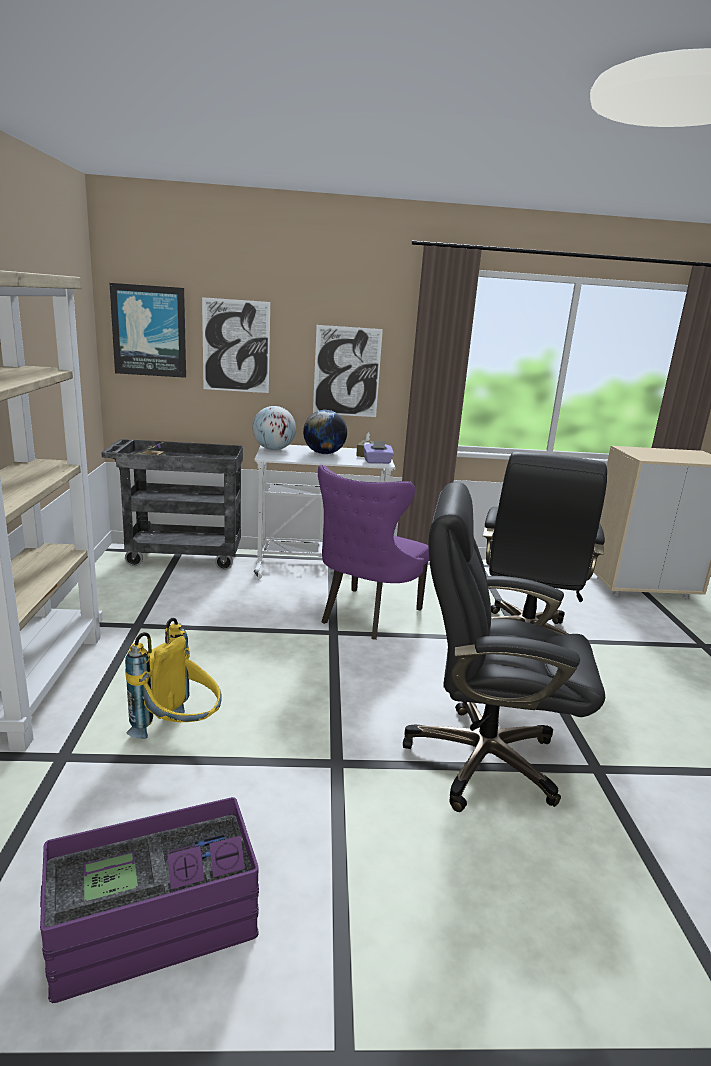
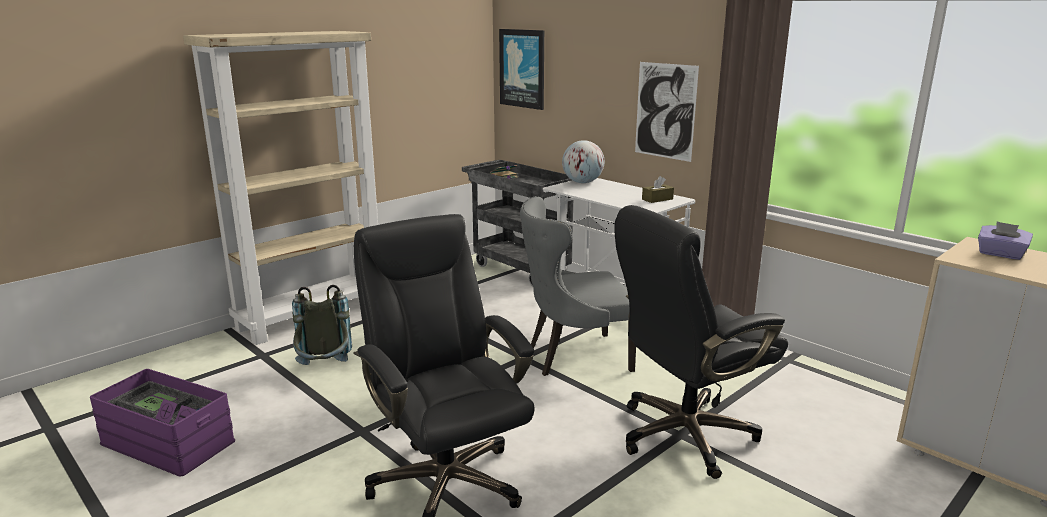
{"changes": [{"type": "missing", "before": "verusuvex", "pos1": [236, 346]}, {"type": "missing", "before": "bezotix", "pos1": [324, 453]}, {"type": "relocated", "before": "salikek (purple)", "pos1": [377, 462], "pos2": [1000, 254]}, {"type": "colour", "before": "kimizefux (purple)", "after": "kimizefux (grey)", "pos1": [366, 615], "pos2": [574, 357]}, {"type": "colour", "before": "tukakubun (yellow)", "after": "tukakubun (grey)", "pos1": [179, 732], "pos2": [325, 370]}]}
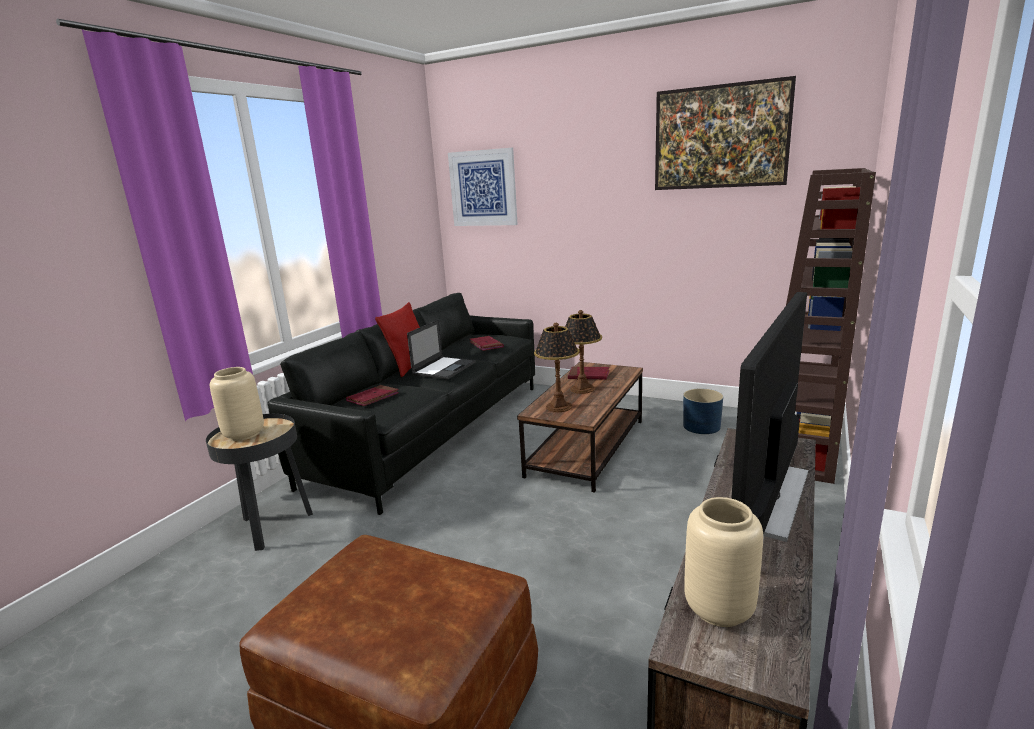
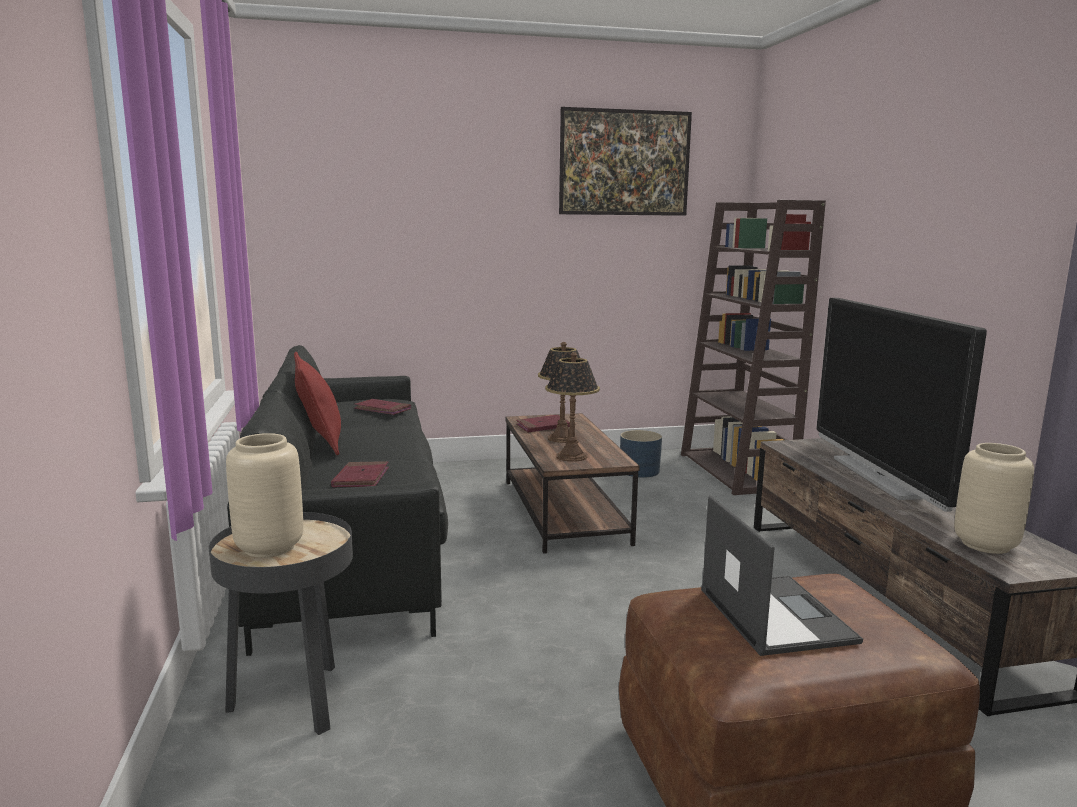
{"changes": [{"type": "missing", "before": "verusuvex", "pos1": [483, 188]}, {"type": "relocated", "before": "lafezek", "pos1": [444, 368], "pos2": [774, 614]}]}
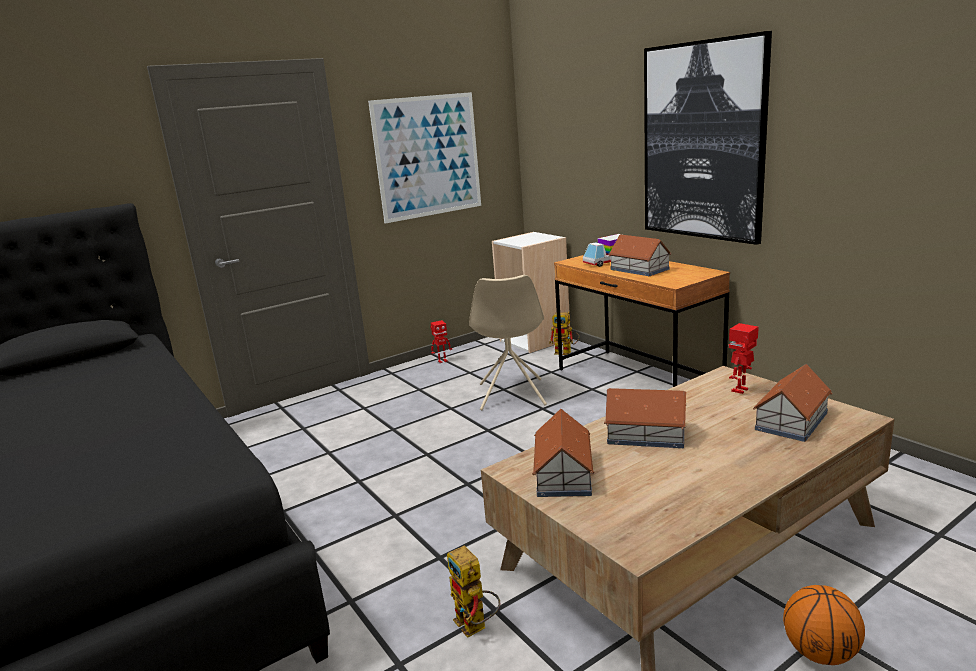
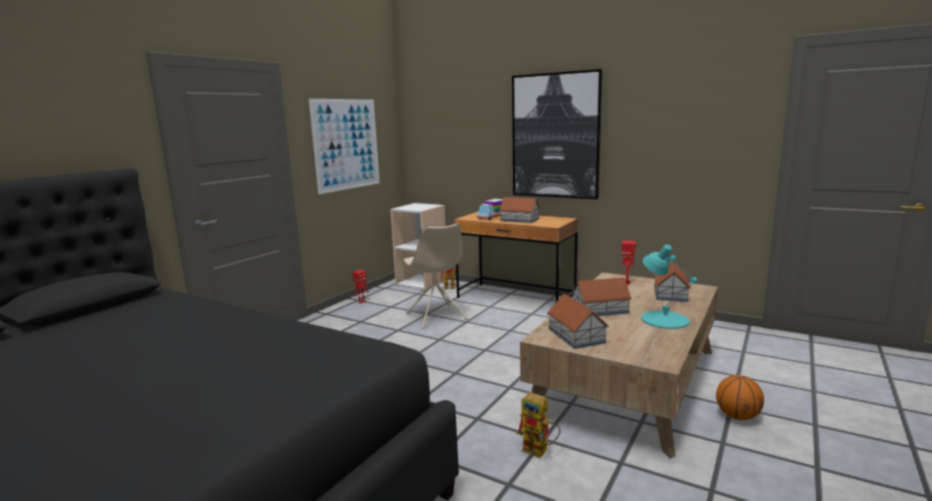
{"changes": [{"type": "appeared", "after": "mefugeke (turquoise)", "pos2": [664, 319]}]}
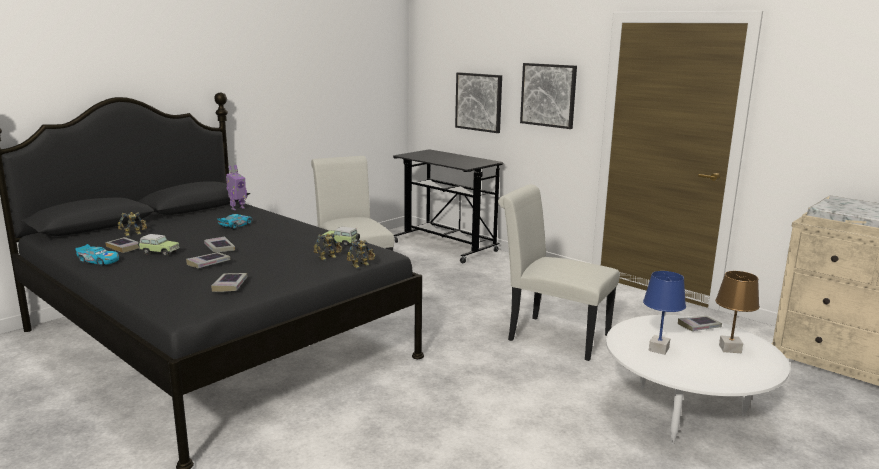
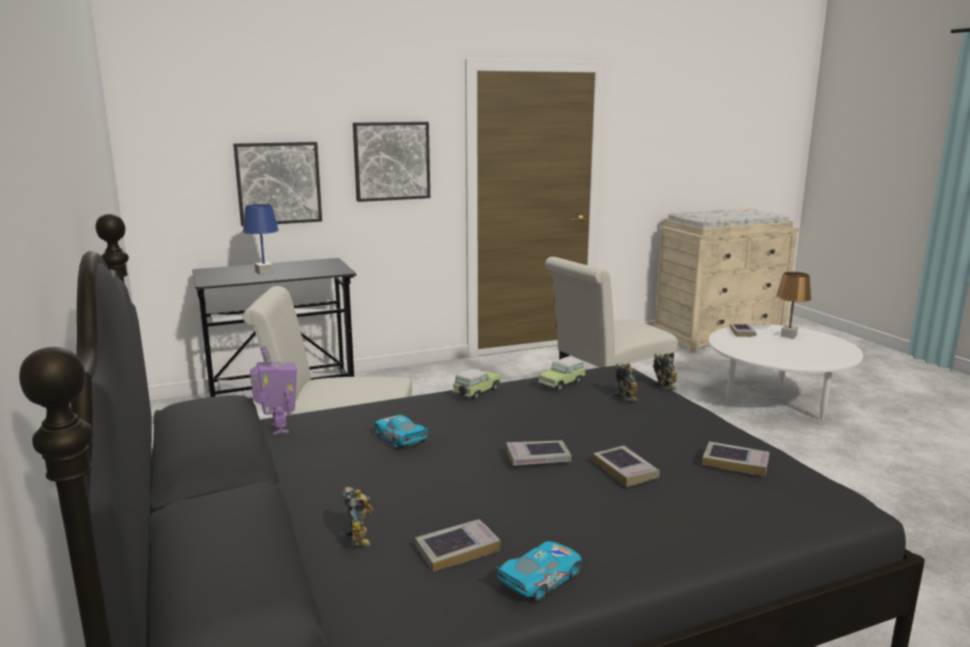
{"changes": [{"type": "relocated", "before": "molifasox", "pos1": [158, 252], "pos2": [476, 393]}, {"type": "relocated", "before": "mefugeke (blue)", "pos1": [658, 349], "pos2": [264, 272]}]}
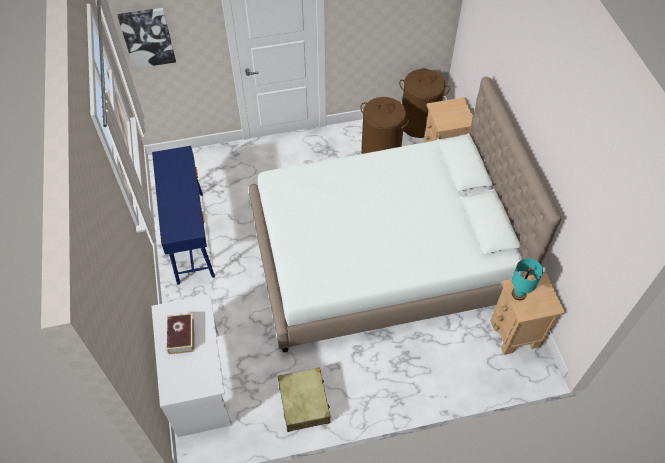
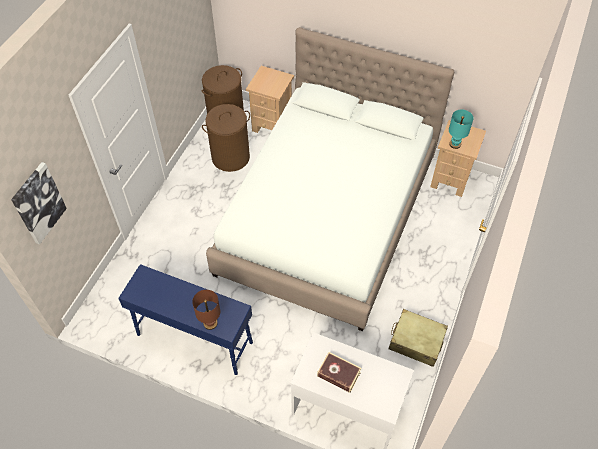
{"changes": [{"type": "appeared", "after": "mefugeke (brown)", "pos2": [210, 323]}]}
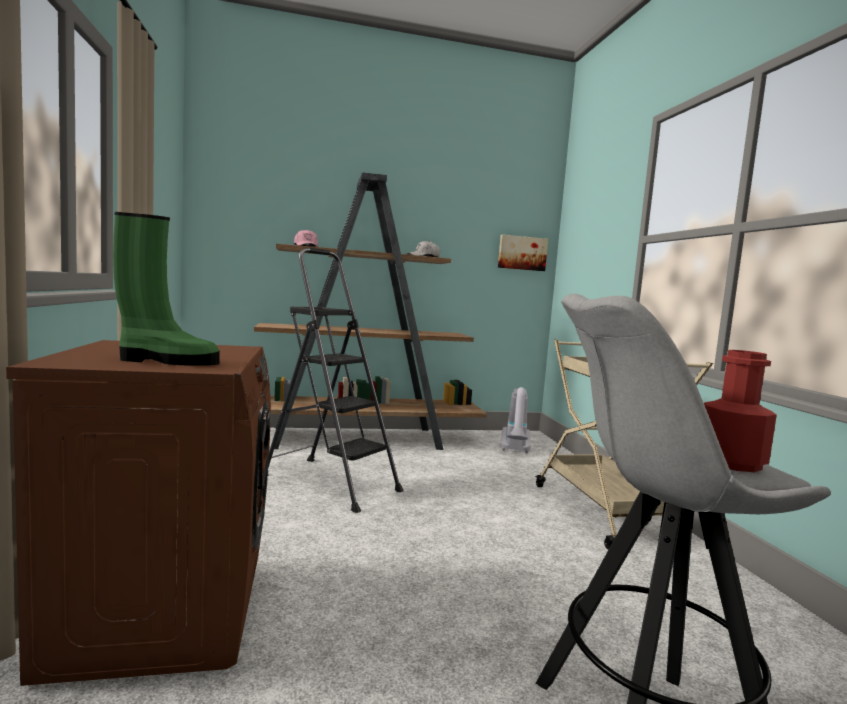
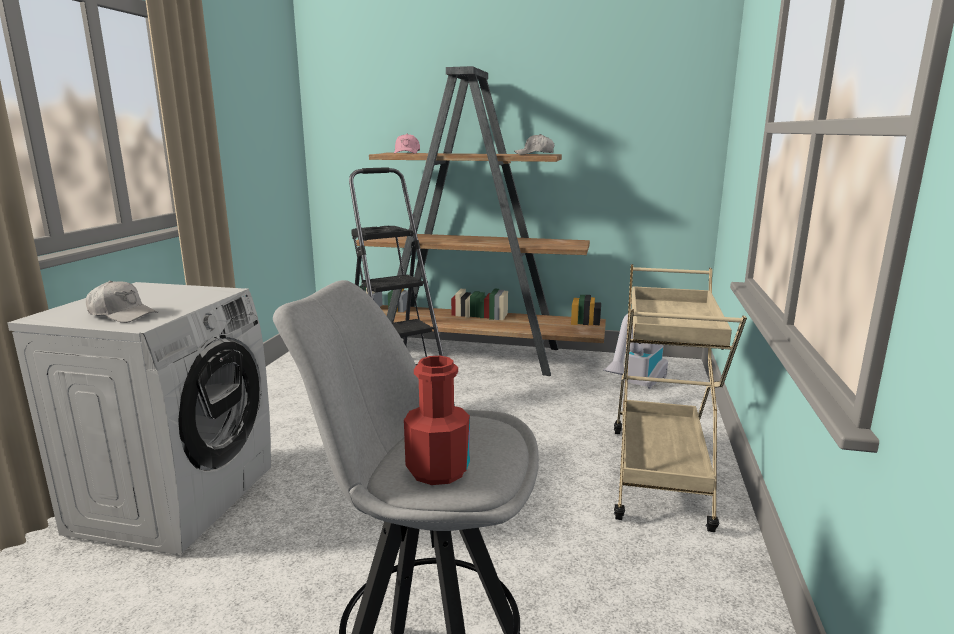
{"changes": [{"type": "exchanged", "before": "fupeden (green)", "after": "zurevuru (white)", "pos1": [166, 361], "pos2": [122, 314]}, {"type": "missing", "before": "verusuvex", "pos1": [522, 253]}, {"type": "colour", "before": "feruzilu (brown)", "after": "feruzilu (white)", "pos1": [164, 612], "pos2": [176, 502]}]}
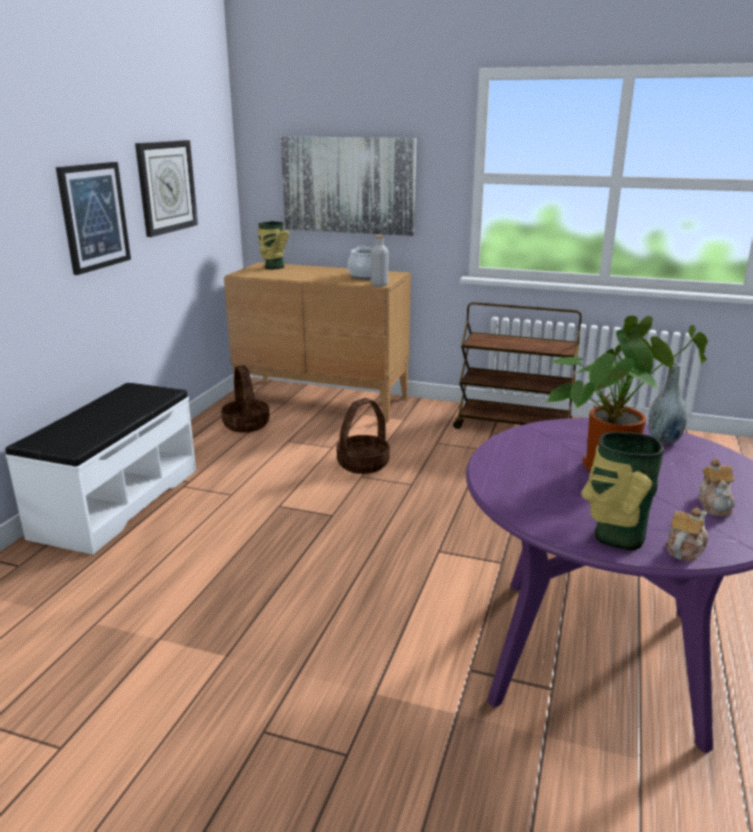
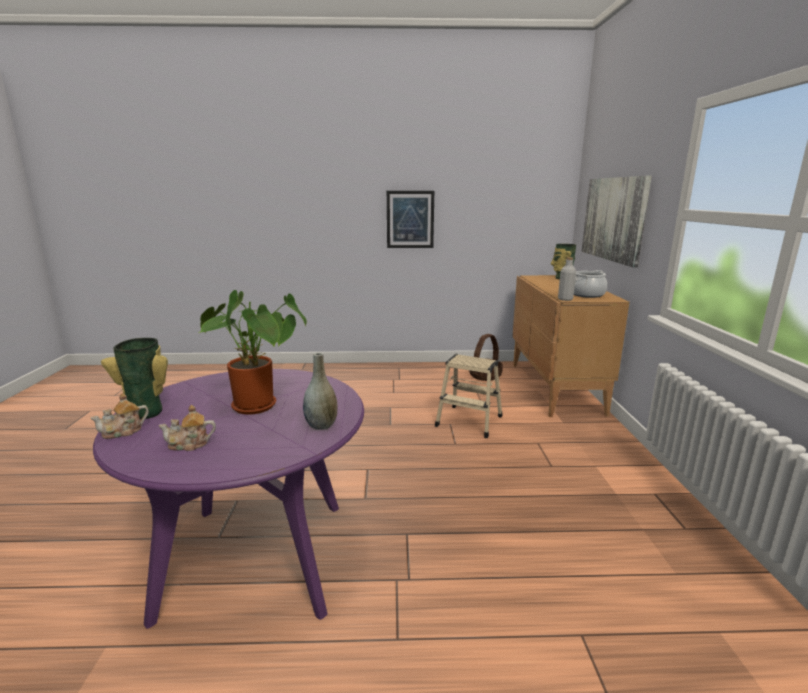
{"changes": [{"type": "missing", "before": "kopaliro", "pos1": [166, 187]}, {"type": "missing", "before": "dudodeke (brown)", "pos1": [513, 426]}, {"type": "missing", "before": "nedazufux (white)", "pos1": [117, 502]}, {"type": "exchanged", "before": "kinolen", "after": "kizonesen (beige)", "pos1": [363, 463], "pos2": [469, 420]}, {"type": "spun", "before": "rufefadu", "pos1": [684, 549], "pos2": [123, 431], "turn": 120}]}
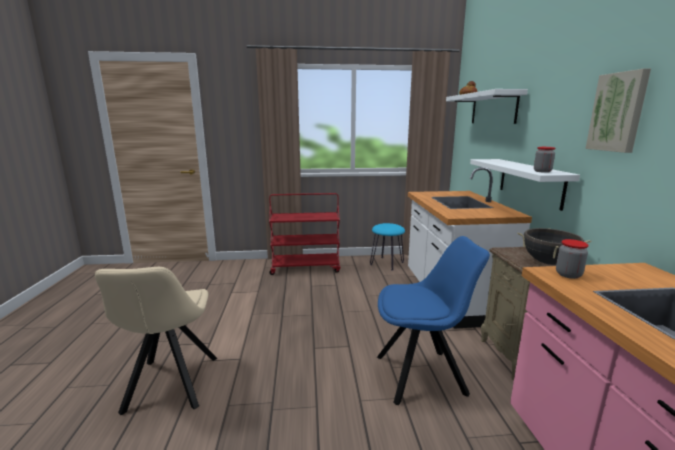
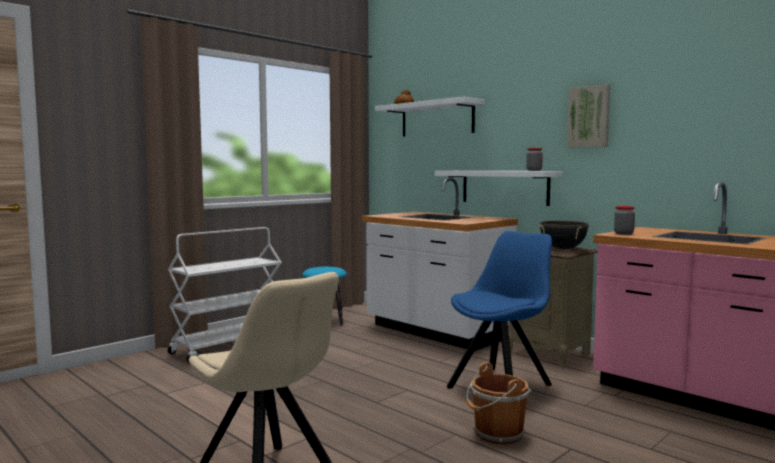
{"changes": [{"type": "colour", "before": "dudodeke (red)", "after": "dudodeke (white)", "pos1": [306, 268], "pos2": [228, 346]}, {"type": "appeared", "after": "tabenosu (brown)", "pos2": [496, 434]}]}
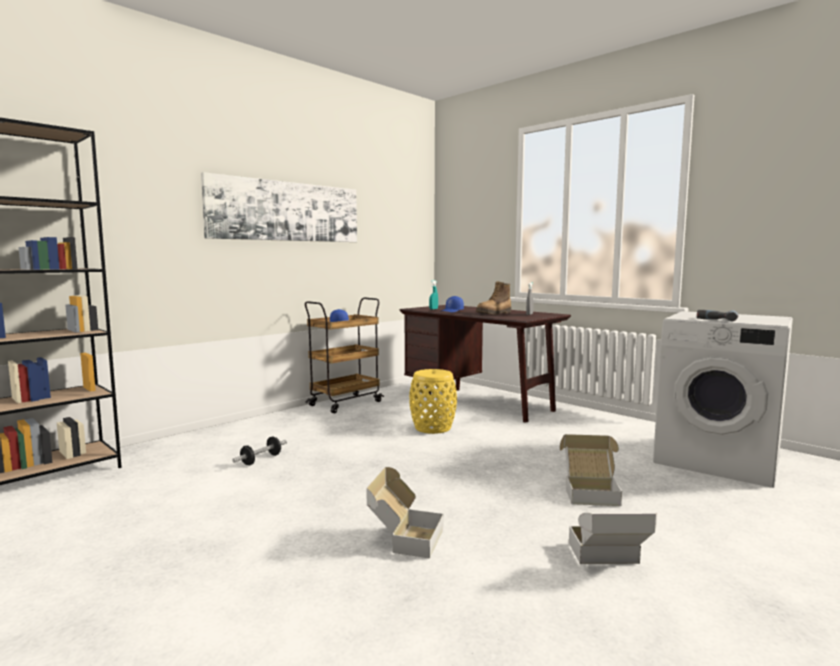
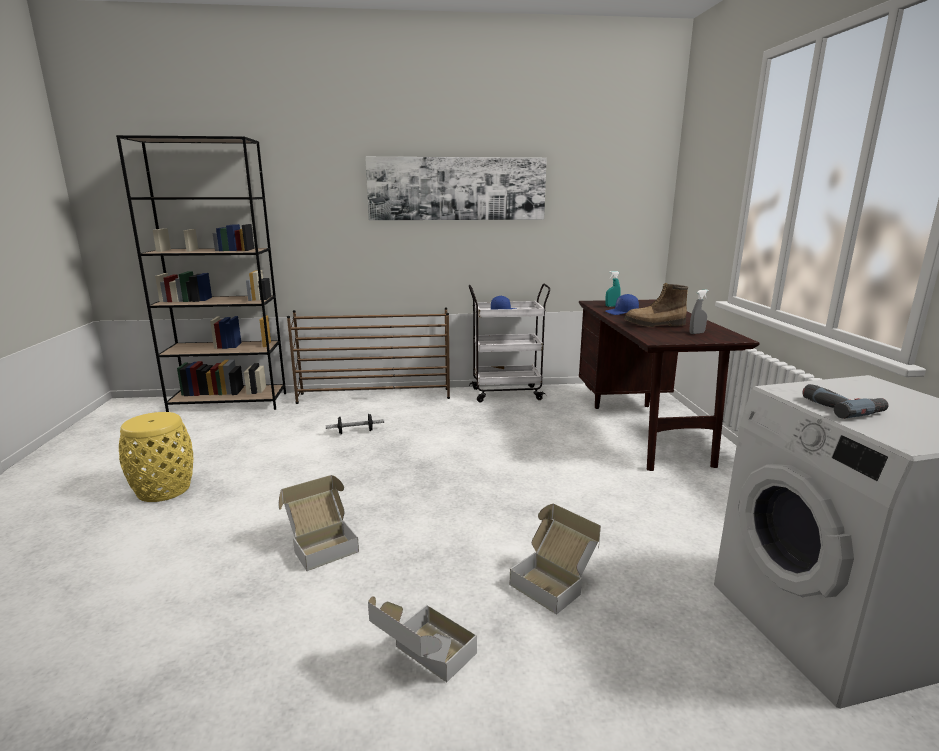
{"changes": [{"type": "colour", "before": "dudodeke (brown)", "after": "dudodeke (white)", "pos1": [346, 403], "pos2": [507, 394]}, {"type": "relocated", "before": "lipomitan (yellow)", "pos1": [432, 428], "pos2": [164, 490]}, {"type": "appeared", "after": "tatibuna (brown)", "pos2": [375, 396]}]}
